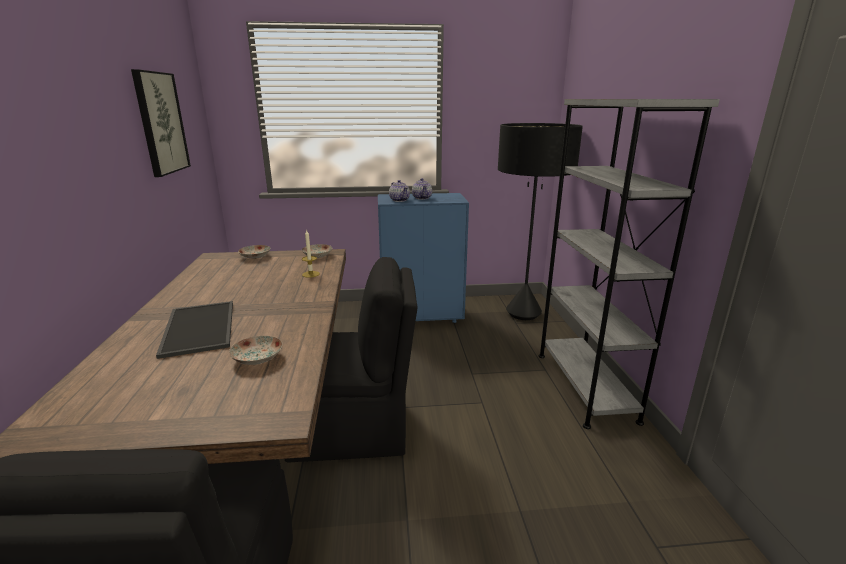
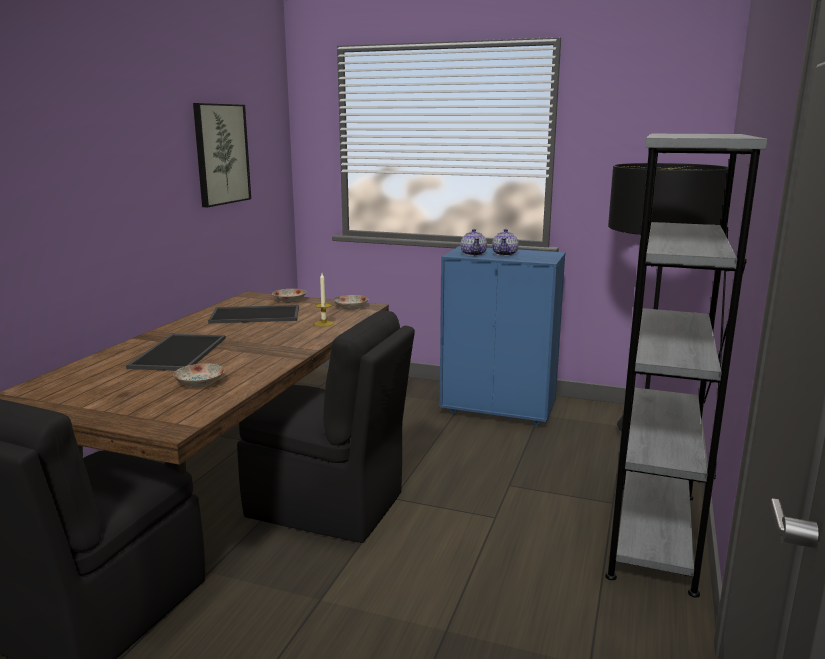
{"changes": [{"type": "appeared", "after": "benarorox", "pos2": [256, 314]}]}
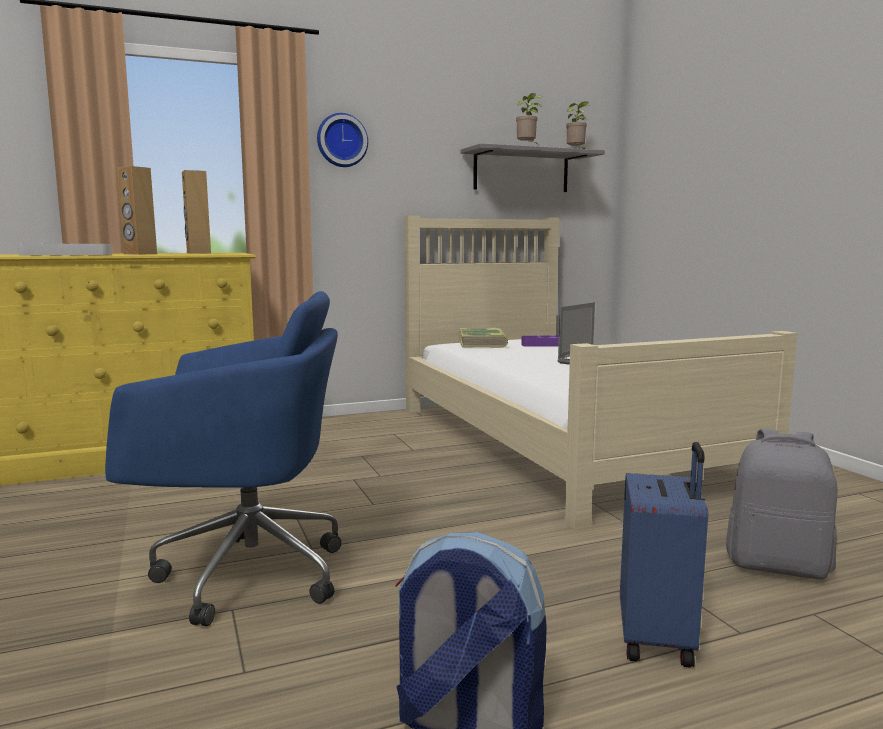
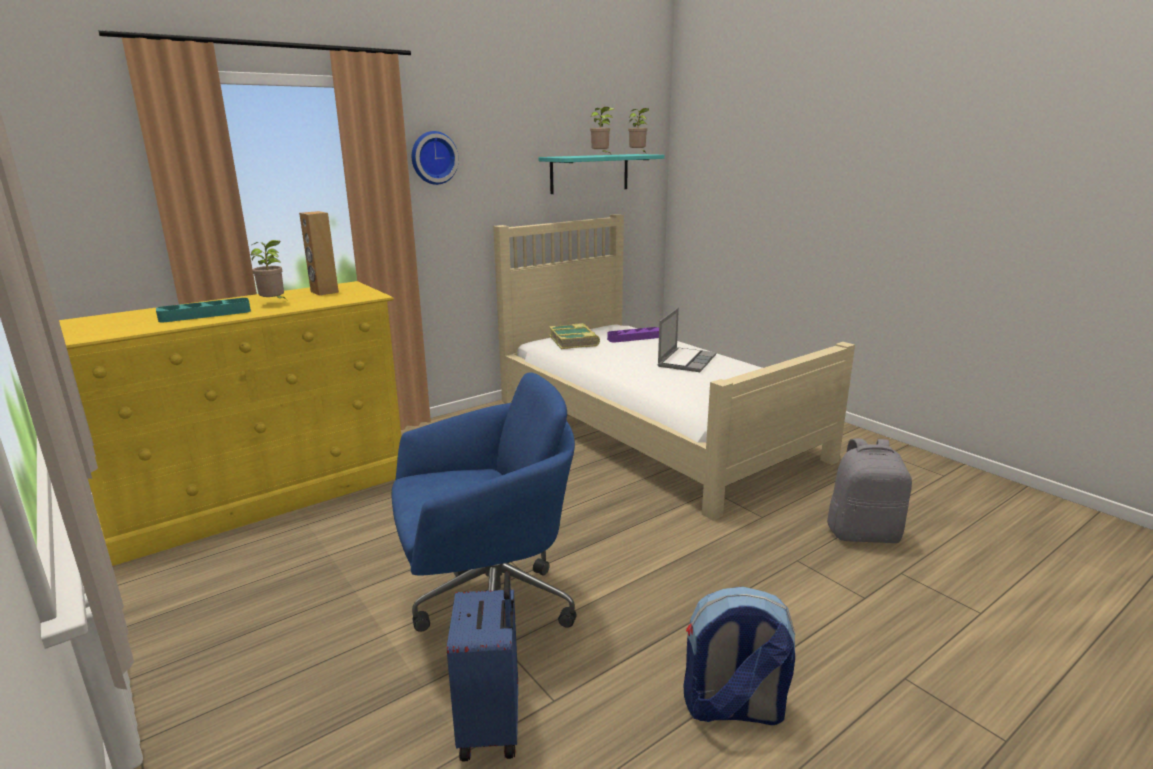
{"changes": [{"type": "colour", "before": "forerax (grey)", "after": "forerax (turquoise)", "pos1": [521, 171], "pos2": [589, 173]}, {"type": "exchanged", "before": "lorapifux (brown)", "after": "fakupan", "pos1": [140, 254], "pos2": [275, 303]}, {"type": "colour", "before": "benarorox (grey)", "after": "benarorox (turquoise)", "pos1": [66, 254], "pos2": [205, 315]}, {"type": "relocated", "before": "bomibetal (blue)", "pos1": [658, 639], "pos2": [492, 727]}]}
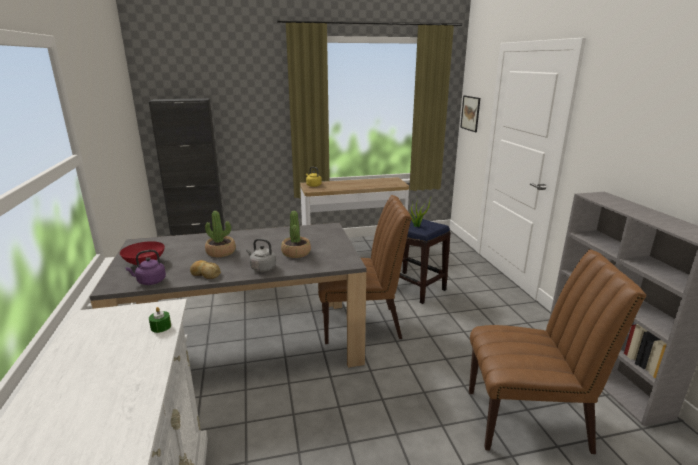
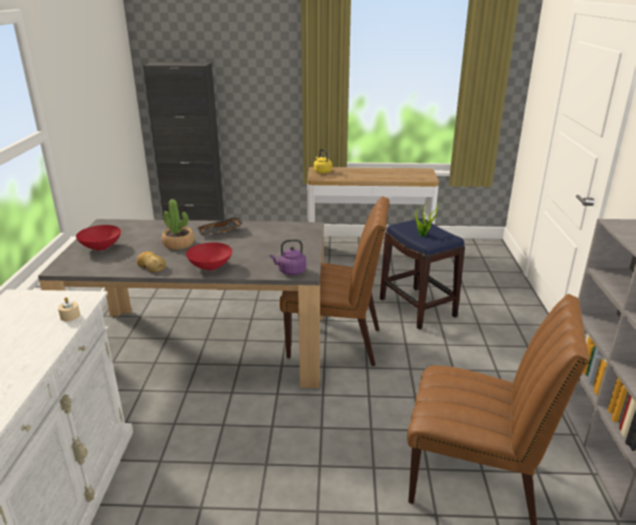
{"changes": [{"type": "missing", "before": "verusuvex", "pos1": [470, 113]}, {"type": "missing", "before": "fakupan", "pos1": [296, 253]}, {"type": "exchanged", "before": "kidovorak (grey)", "after": "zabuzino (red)", "pos1": [262, 268], "pos2": [209, 267]}, {"type": "relocated", "before": "kidovorak (purple)", "pos1": [150, 281], "pos2": [290, 271]}, {"type": "colour", "before": "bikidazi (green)", "after": "bikidazi (beige)", "pos1": [161, 327], "pos2": [70, 316]}, {"type": "appeared", "after": "benarorox (black)", "pos2": [220, 232]}]}
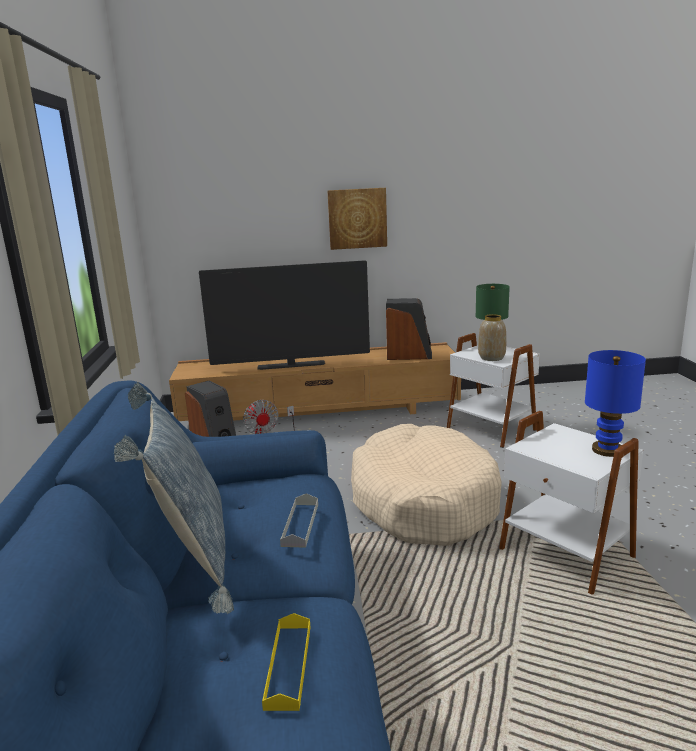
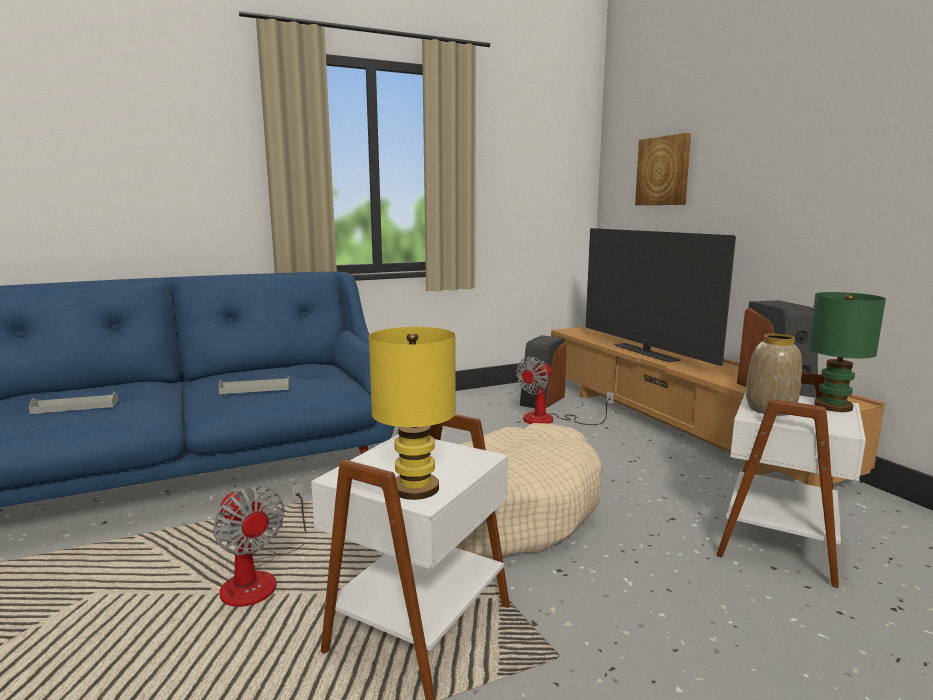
{"changes": [{"type": "relocated", "before": "verusuvex", "pos1": [357, 218], "pos2": [663, 171]}, {"type": "colour", "before": "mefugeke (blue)", "after": "mefugeke (yellow)", "pos1": [608, 450], "pos2": [415, 489]}, {"type": "missing", "before": "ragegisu", "pos1": [189, 572]}, {"type": "colour", "before": "benarorox (yellow)", "after": "benarorox (grey)", "pos1": [288, 665], "pos2": [75, 407]}, {"type": "appeared", "after": "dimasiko", "pos2": [259, 578]}]}
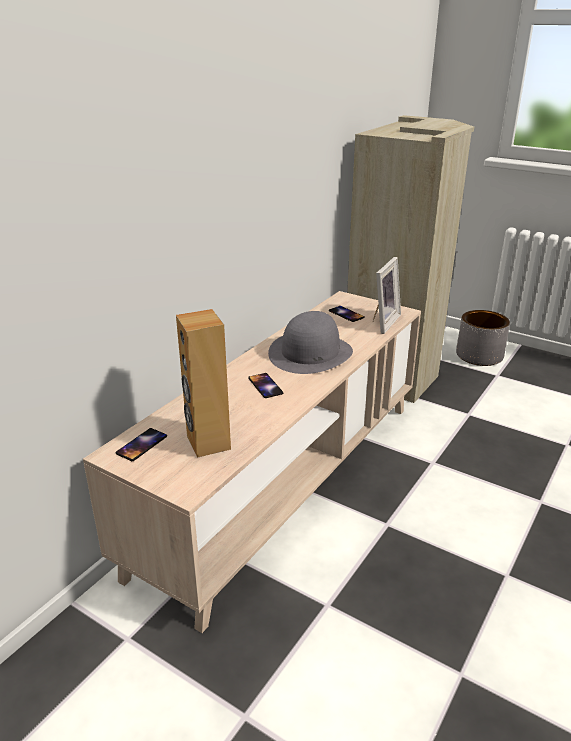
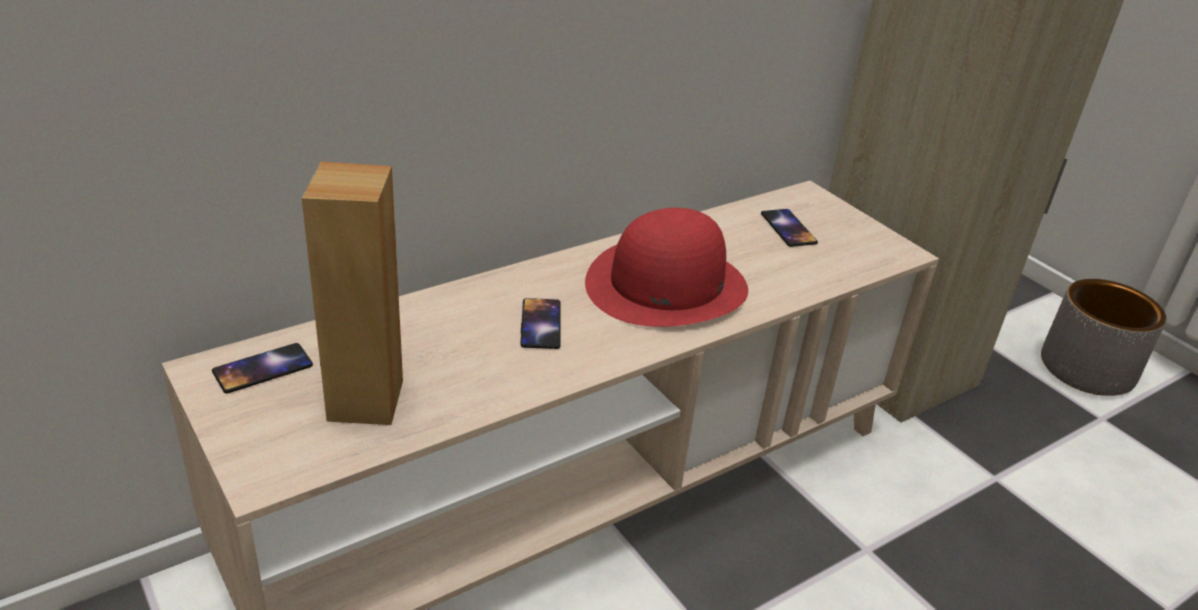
{"changes": [{"type": "missing", "before": "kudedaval", "pos1": [381, 322]}, {"type": "colour", "before": "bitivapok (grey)", "after": "bitivapok (red)", "pos1": [310, 353], "pos2": [666, 285]}]}
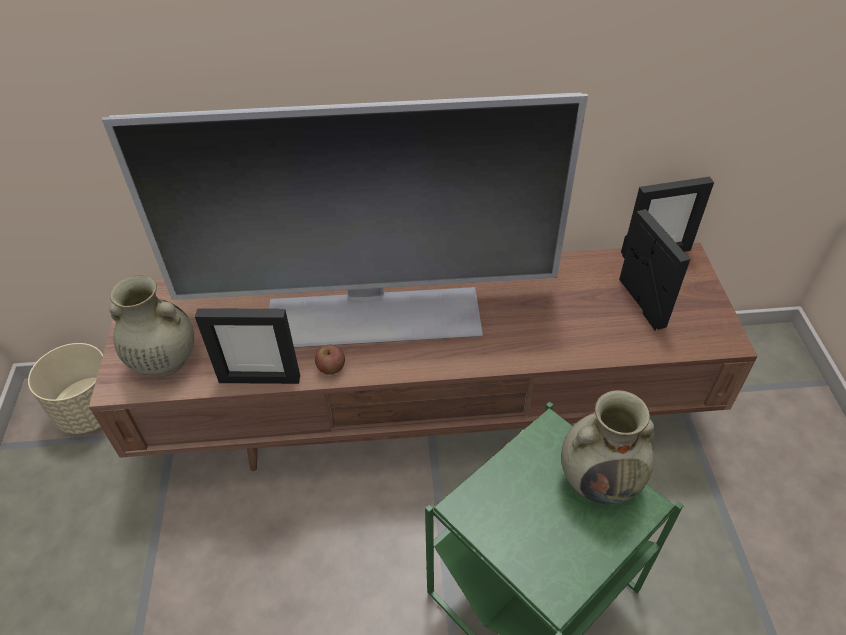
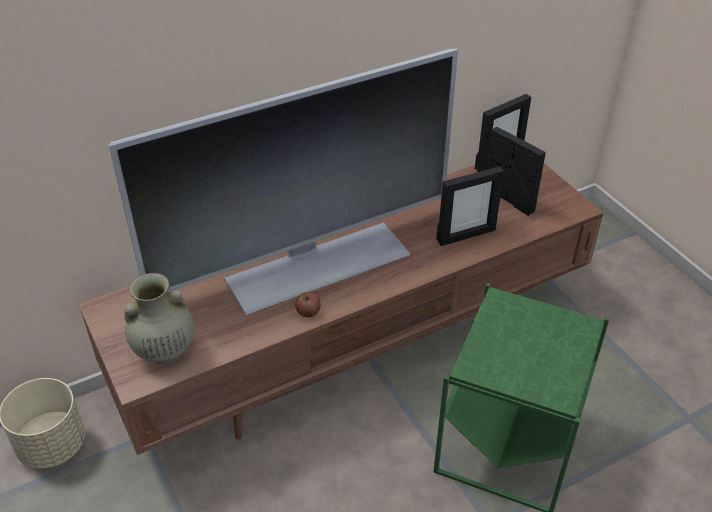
{"changes": [{"type": "relocated", "before": "kudedaval", "pos1": [260, 377], "pos2": [466, 235]}, {"type": "missing", "before": "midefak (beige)", "pos1": [600, 480]}]}
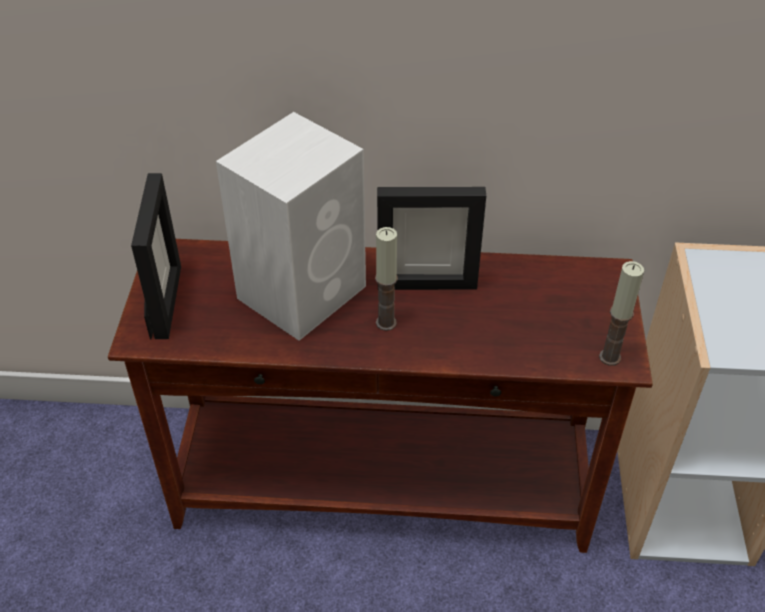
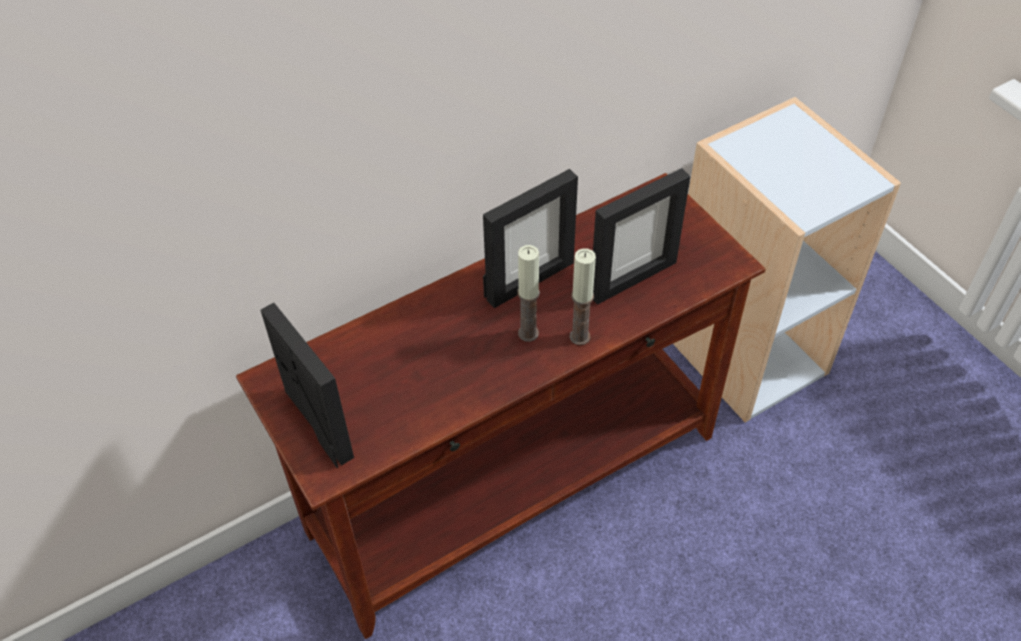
{"changes": [{"type": "missing", "before": "lorapifux (white)", "pos1": [304, 290]}, {"type": "relocated", "before": "bikidazi", "pos1": [609, 357], "pos2": [579, 336]}, {"type": "appeared", "after": "kudedaval", "pos2": [632, 278]}]}
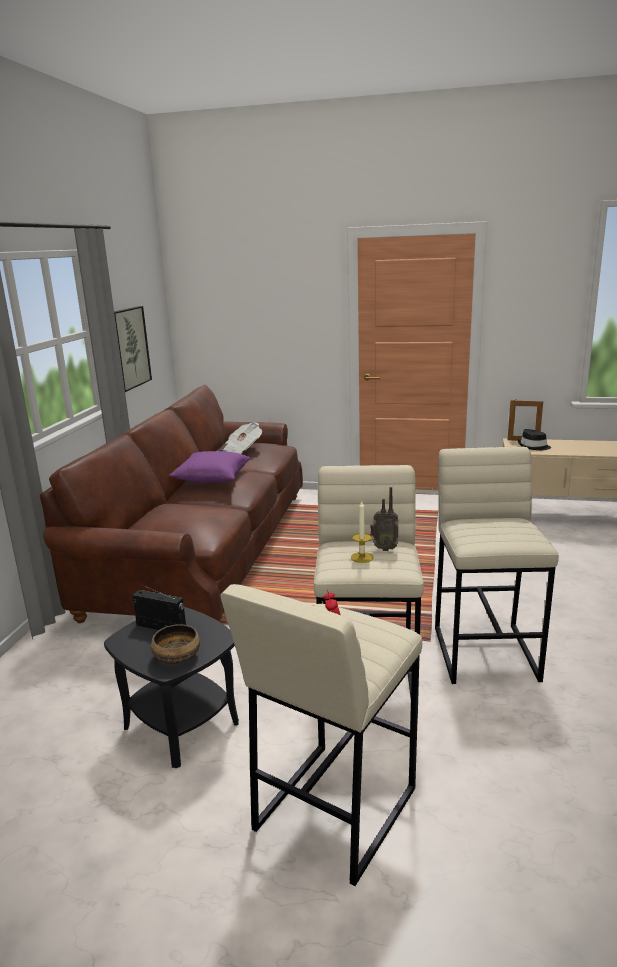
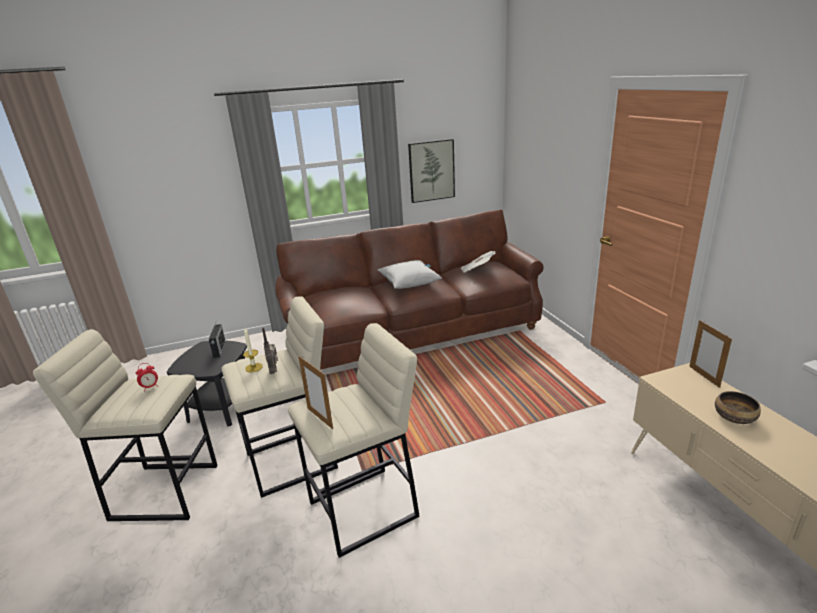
{"changes": [{"type": "missing", "before": "bitivapok (black)", "pos1": [533, 446]}, {"type": "colour", "before": "ragegisu (purple)", "after": "ragegisu (grey)", "pos1": [212, 478], "pos2": [409, 283]}, {"type": "relocated", "before": "zabuzino", "pos1": [177, 656], "pos2": [734, 417]}, {"type": "appeared", "after": "kudedaval", "pos2": [320, 418]}]}
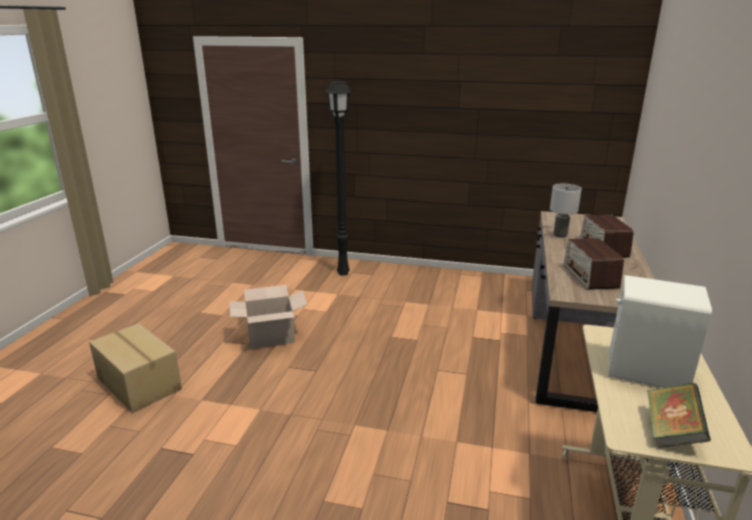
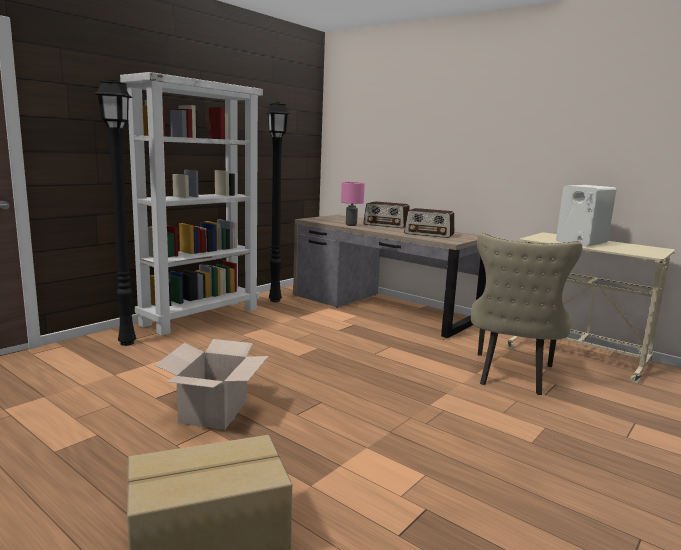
{"changes": [{"type": "colour", "before": "mefugeke (white)", "after": "mefugeke (pink)", "pos1": [559, 235], "pos2": [350, 225]}, {"type": "missing", "before": "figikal", "pos1": [671, 432]}, {"type": "appeared", "after": "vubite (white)", "pos2": [201, 316]}, {"type": "appeared", "after": "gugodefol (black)", "pos2": [276, 300]}, {"type": "appeared", "after": "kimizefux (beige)", "pos2": [512, 375]}]}
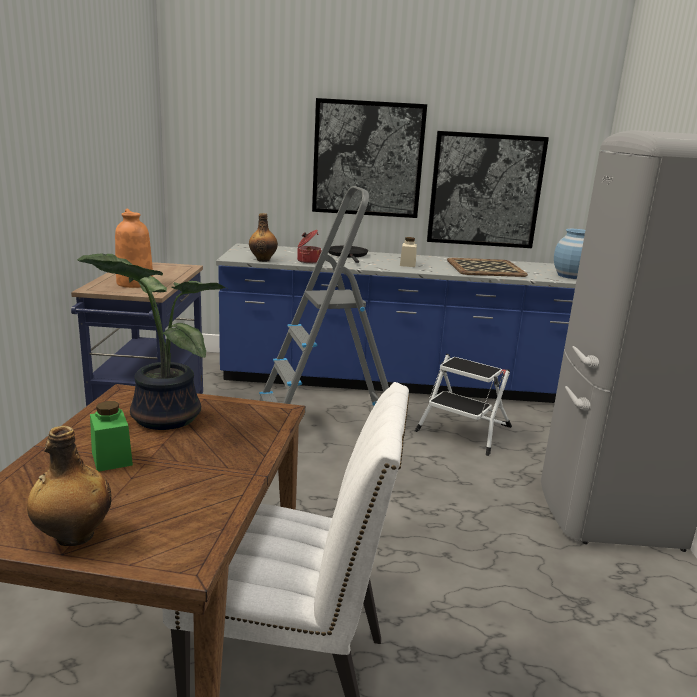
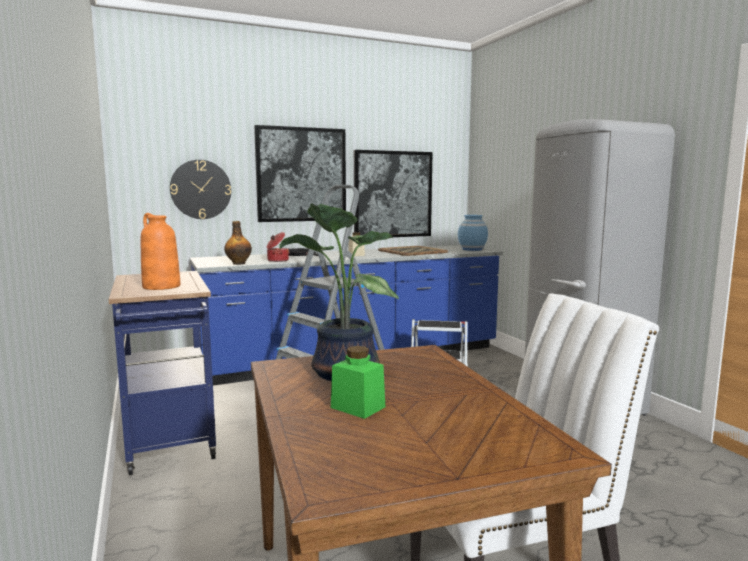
{"changes": [{"type": "missing", "before": "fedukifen", "pos1": [73, 536]}, {"type": "appeared", "after": "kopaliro", "pos2": [201, 189]}]}
